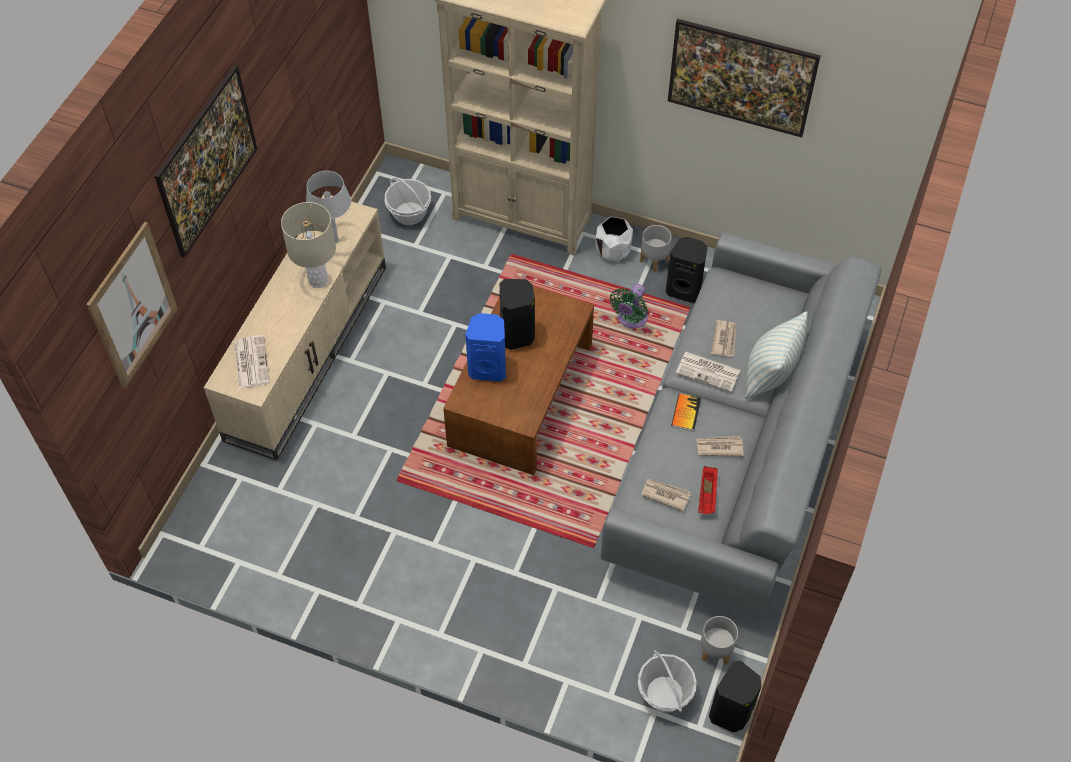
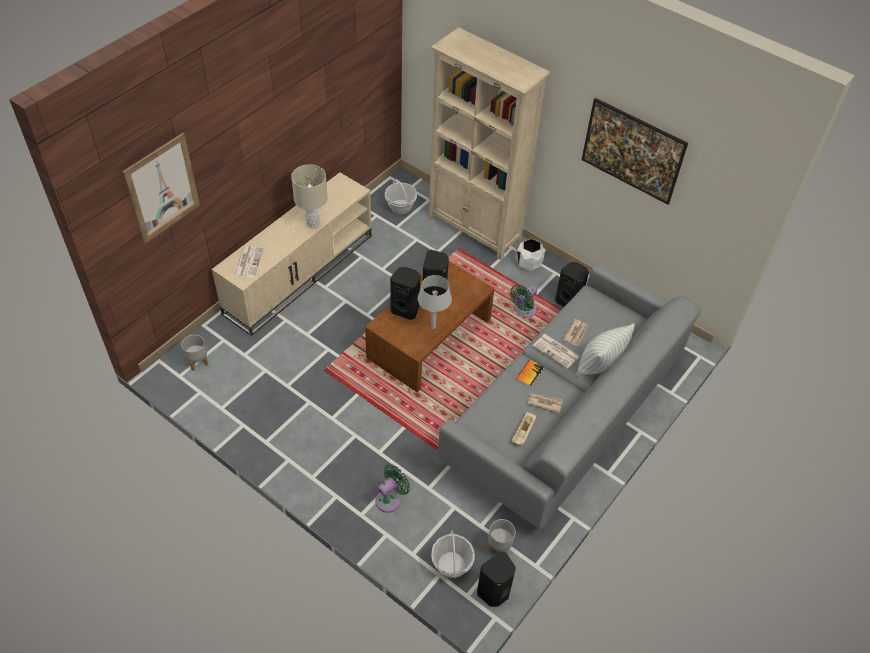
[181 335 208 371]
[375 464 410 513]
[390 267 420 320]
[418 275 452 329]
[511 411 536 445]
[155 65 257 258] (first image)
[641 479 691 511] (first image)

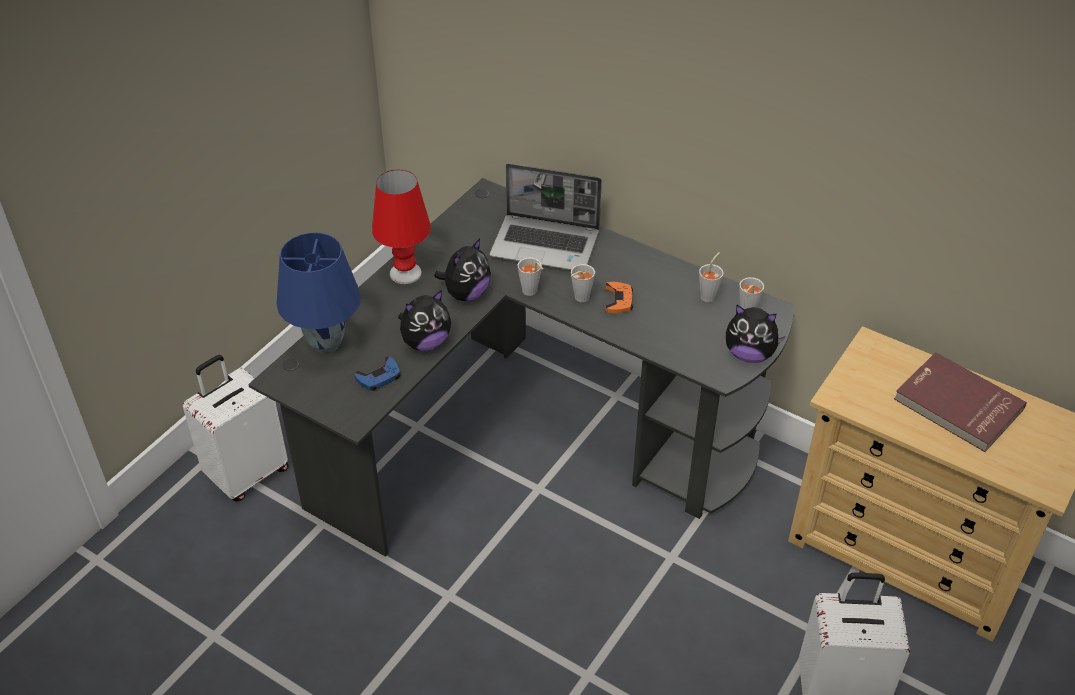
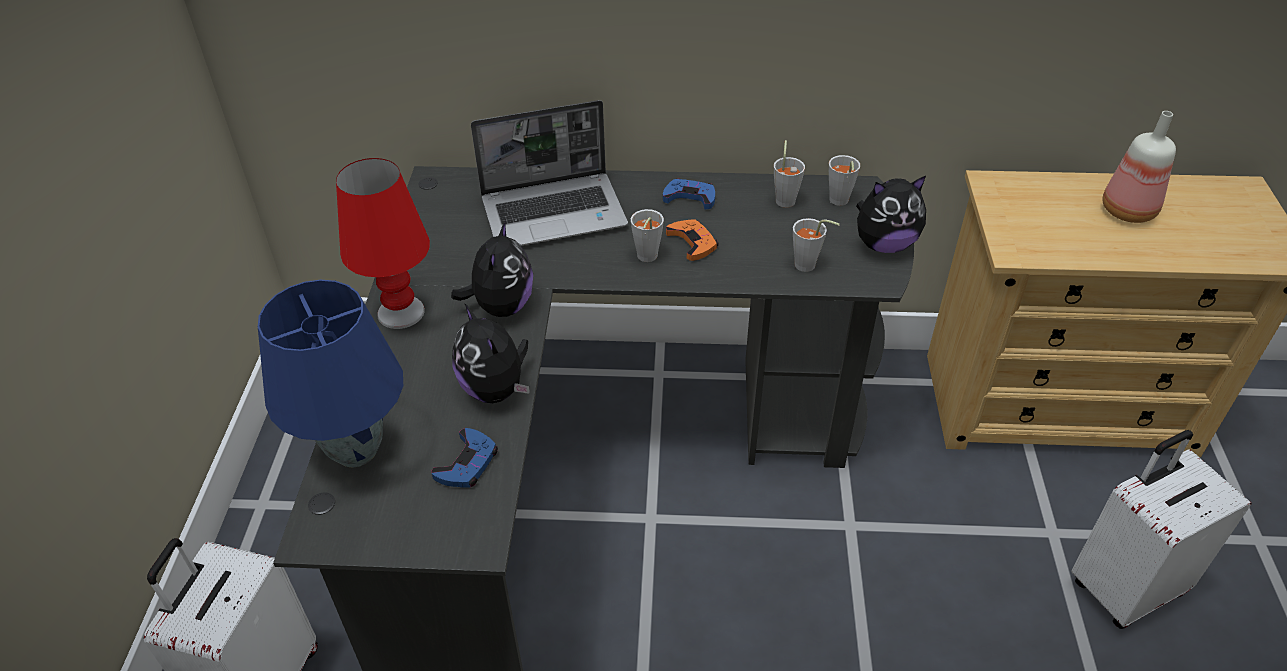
[452 303 530 403]
[663 179 715 209]
[793 218 840 272]
[1102 111 1176 223]

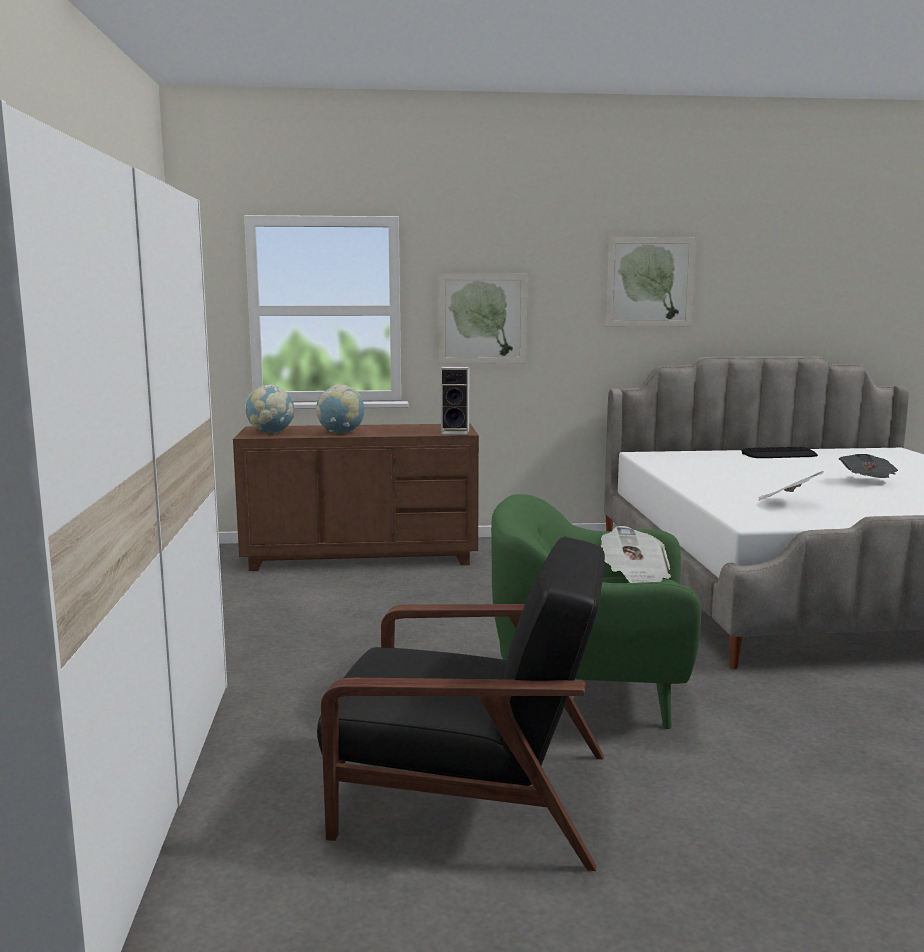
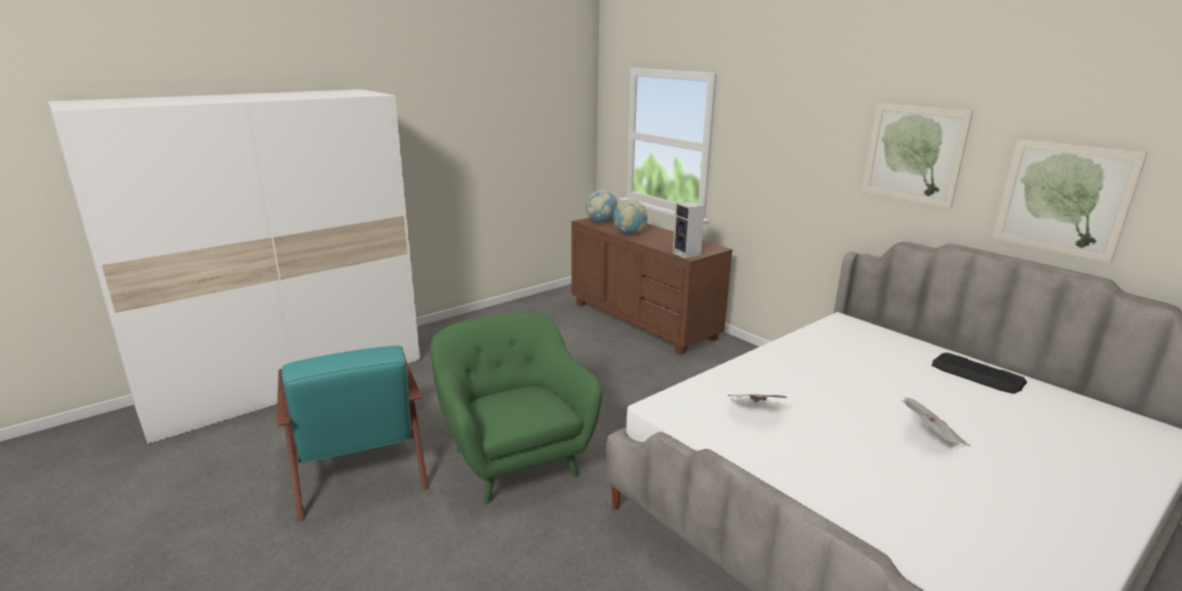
[277 346 429 522]
[993 139 1147 263]
[601 526 671 583] (first image)

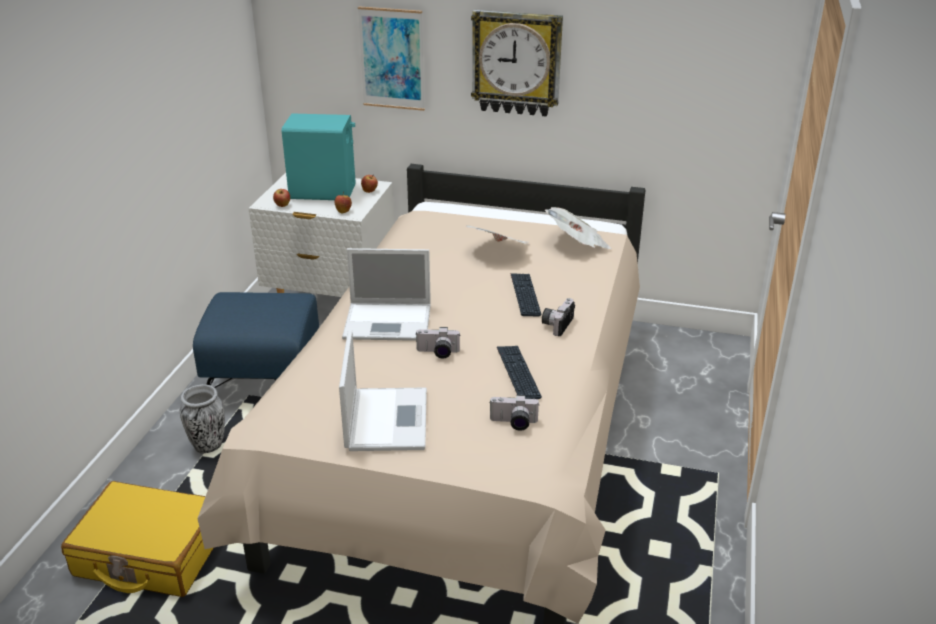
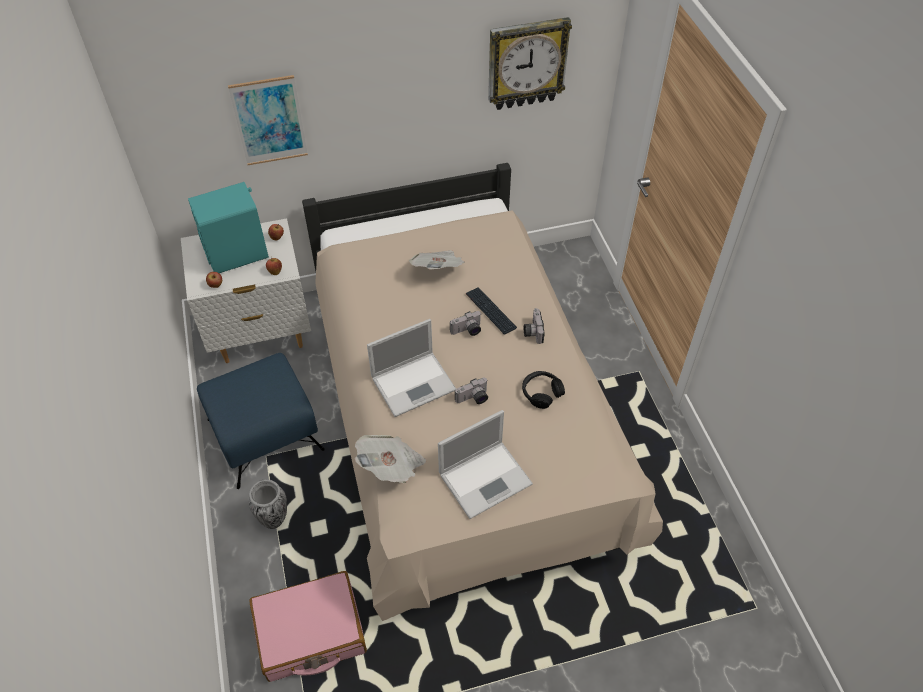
[249 571 367 682]
[354 435 426 483]
[438 410 533 519]
[450 311 481 336]
[488 17 572 110]
[522 371 565 409]

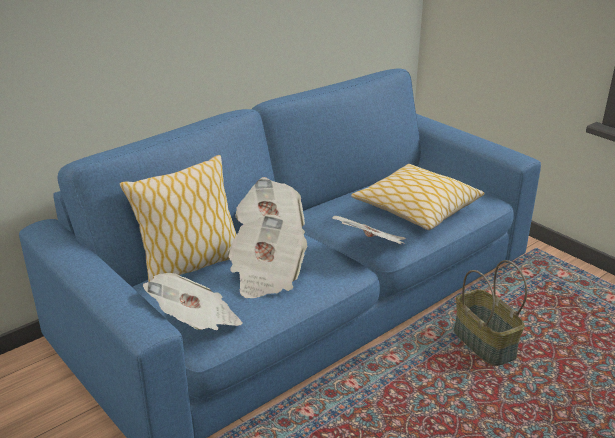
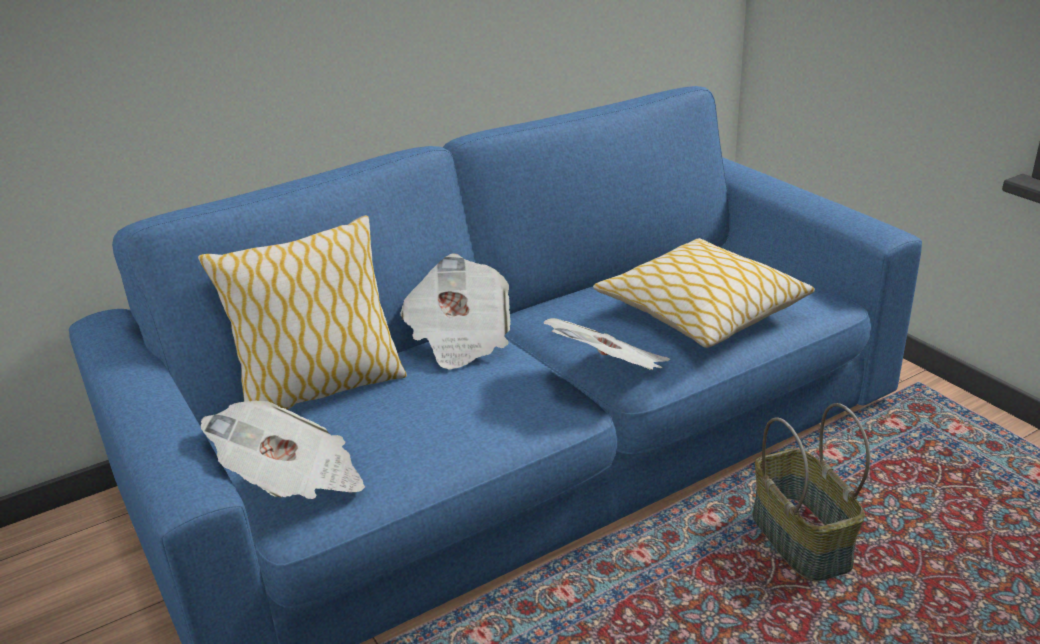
[228 214 307 298] (first image)

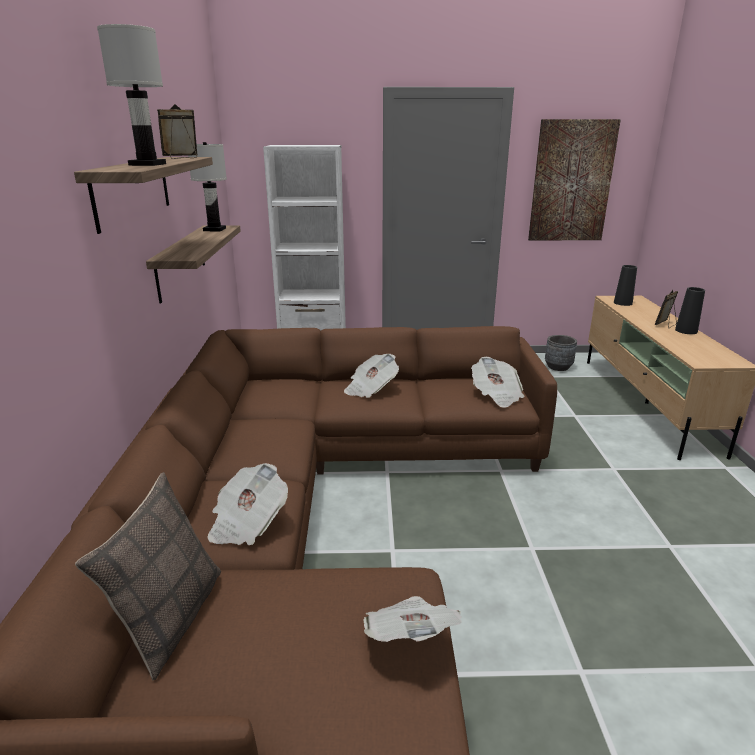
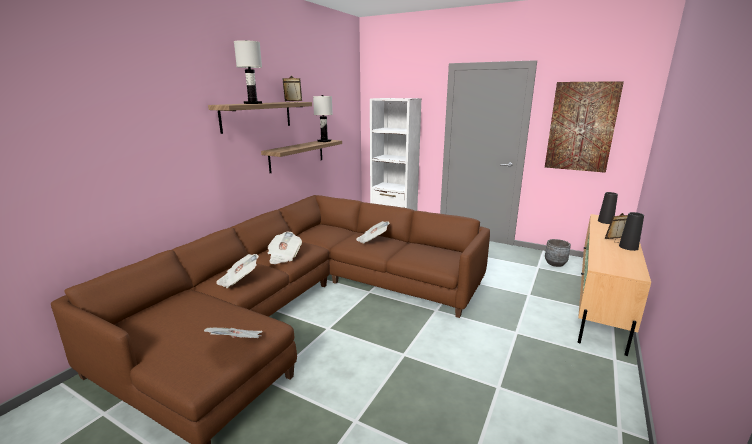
[267 232 302 264]
[75 472 221 681] (first image)

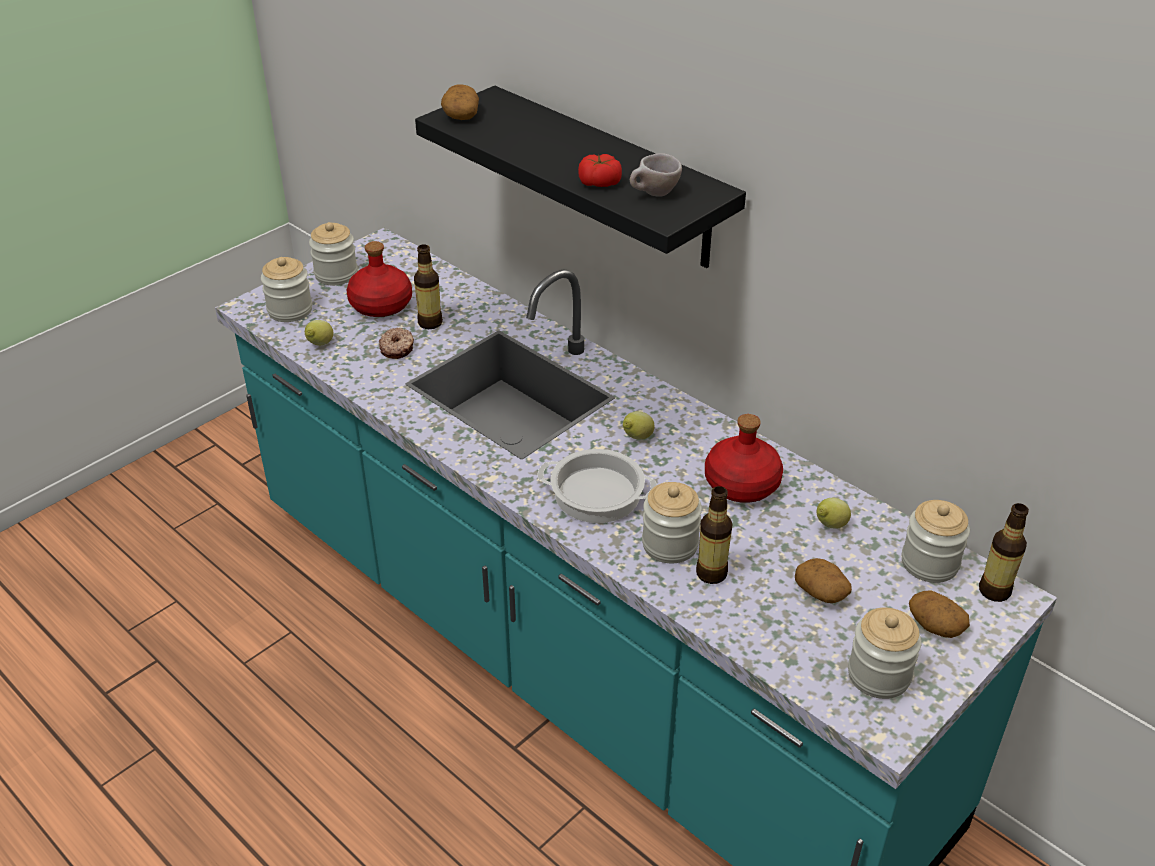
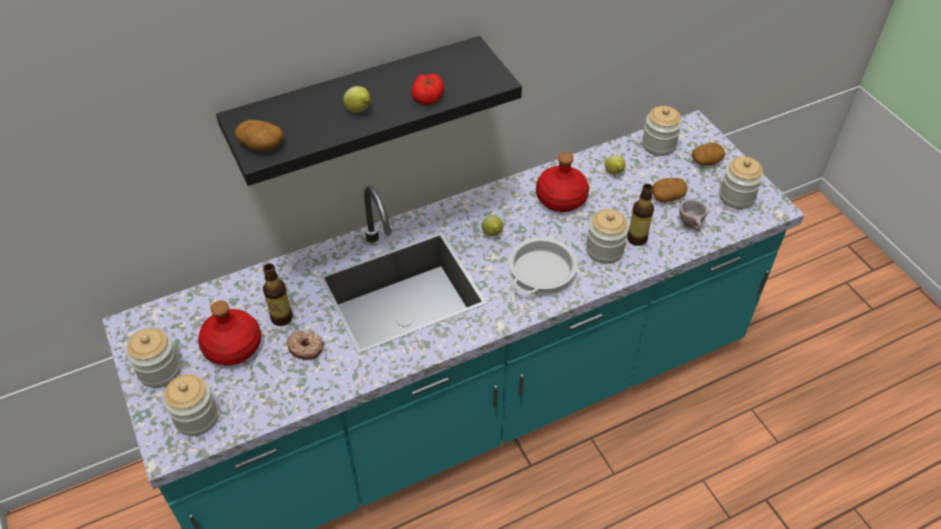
[343 86 370 113]
[679 199 708 232]
[979 503 1029 602] (first image)

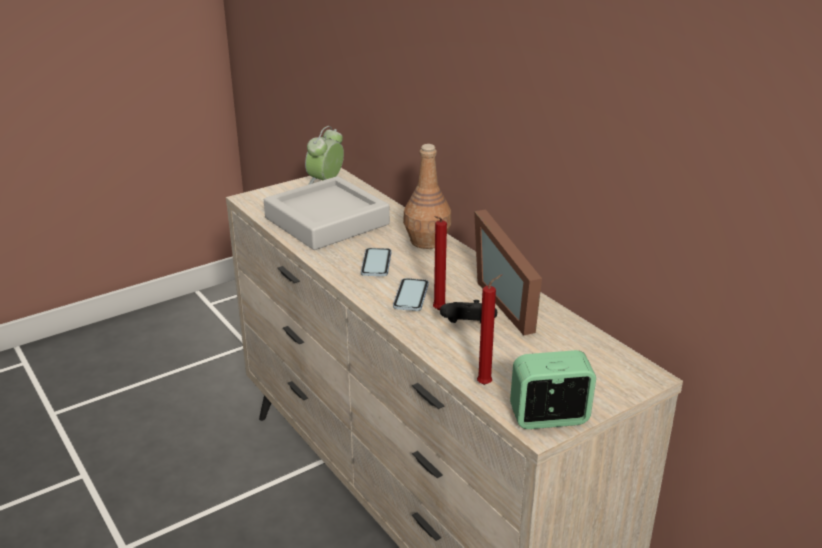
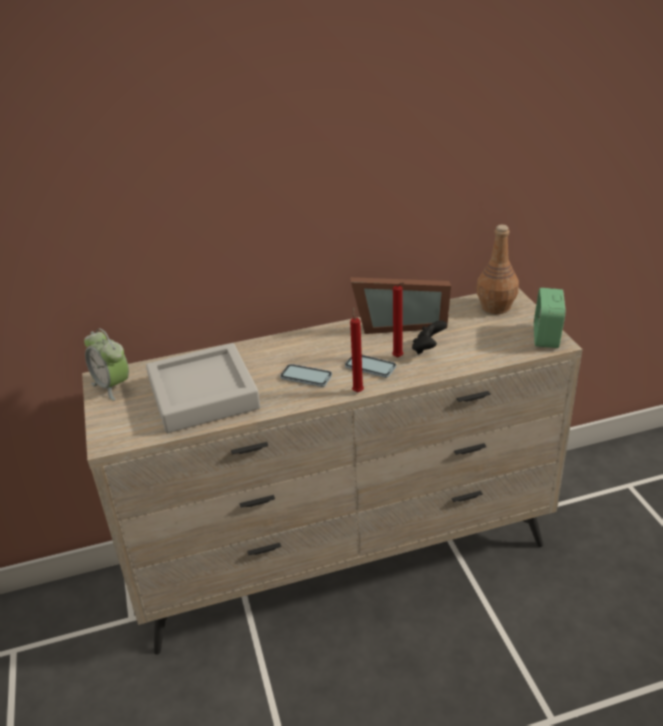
[350 306 364 392]
[476 225 519 314]

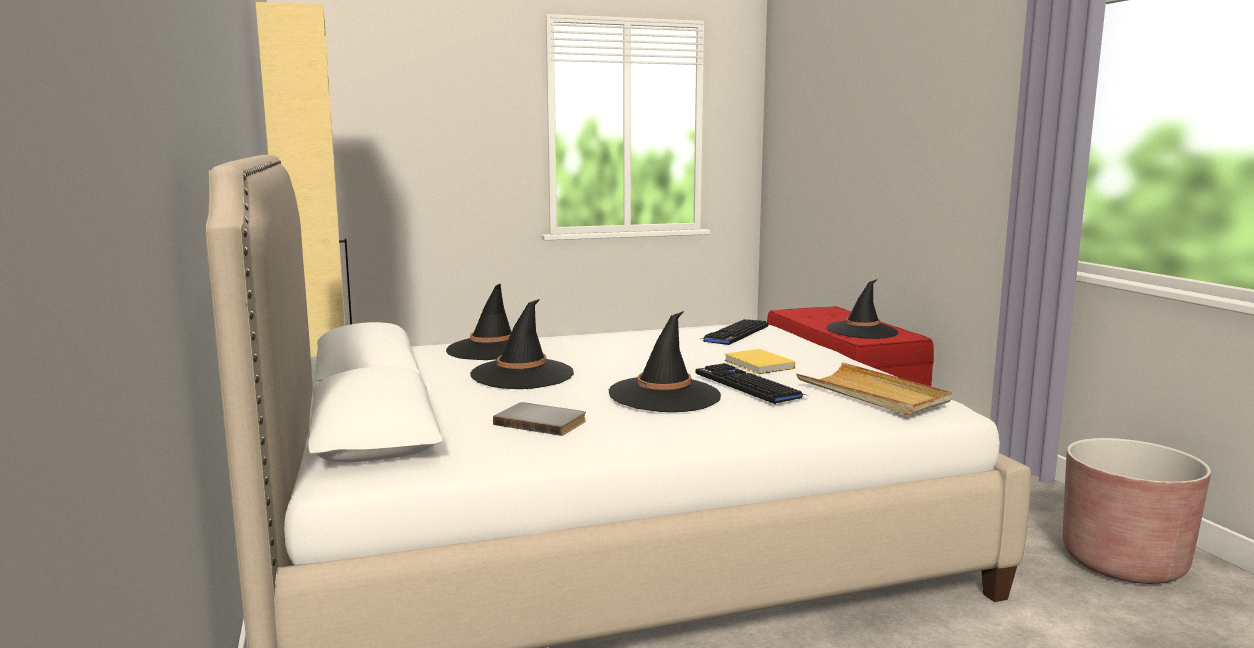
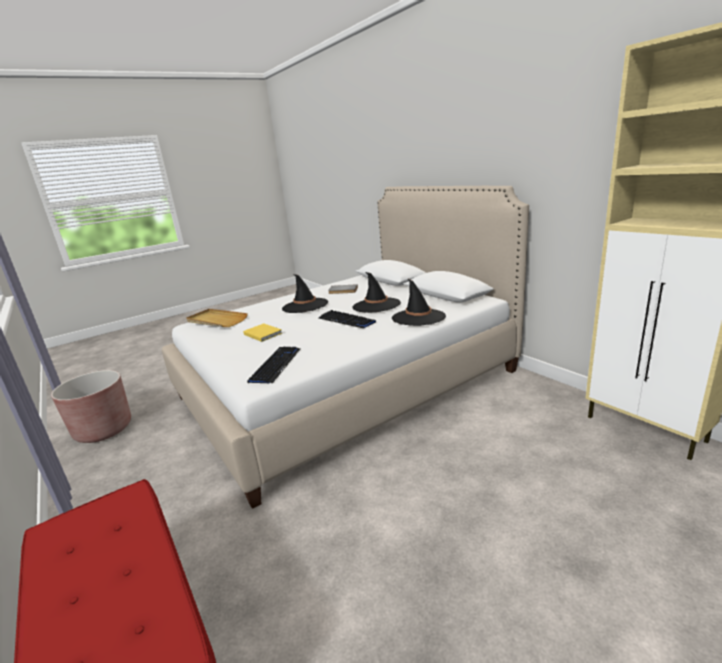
[319 310 376 328]
[827 279 899 339] (first image)

